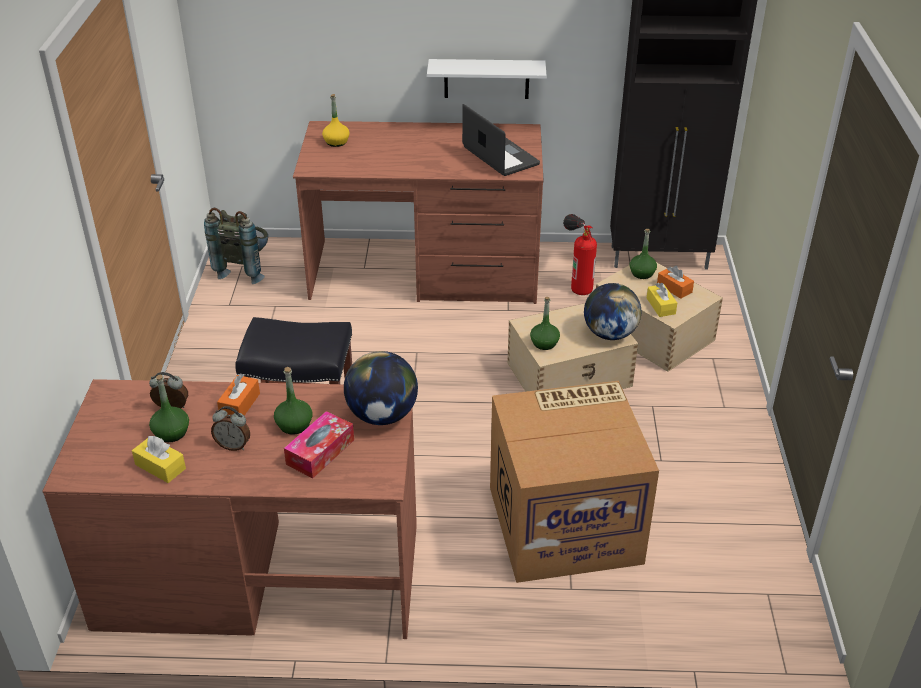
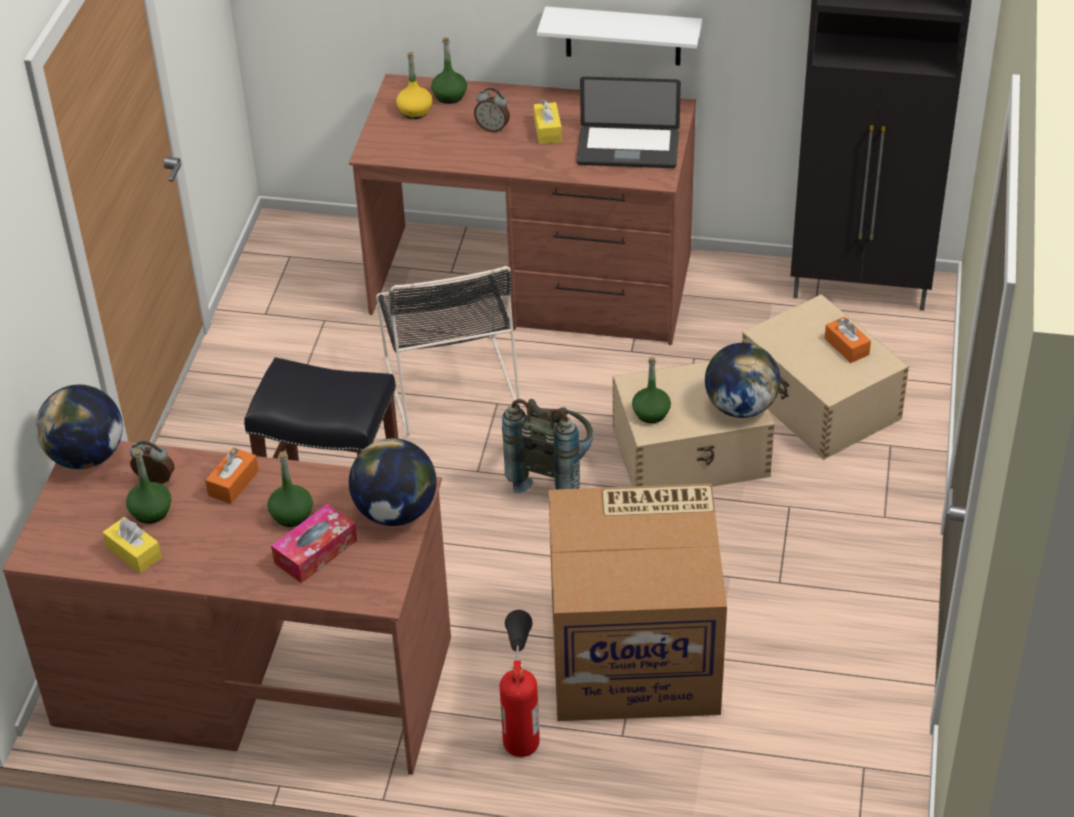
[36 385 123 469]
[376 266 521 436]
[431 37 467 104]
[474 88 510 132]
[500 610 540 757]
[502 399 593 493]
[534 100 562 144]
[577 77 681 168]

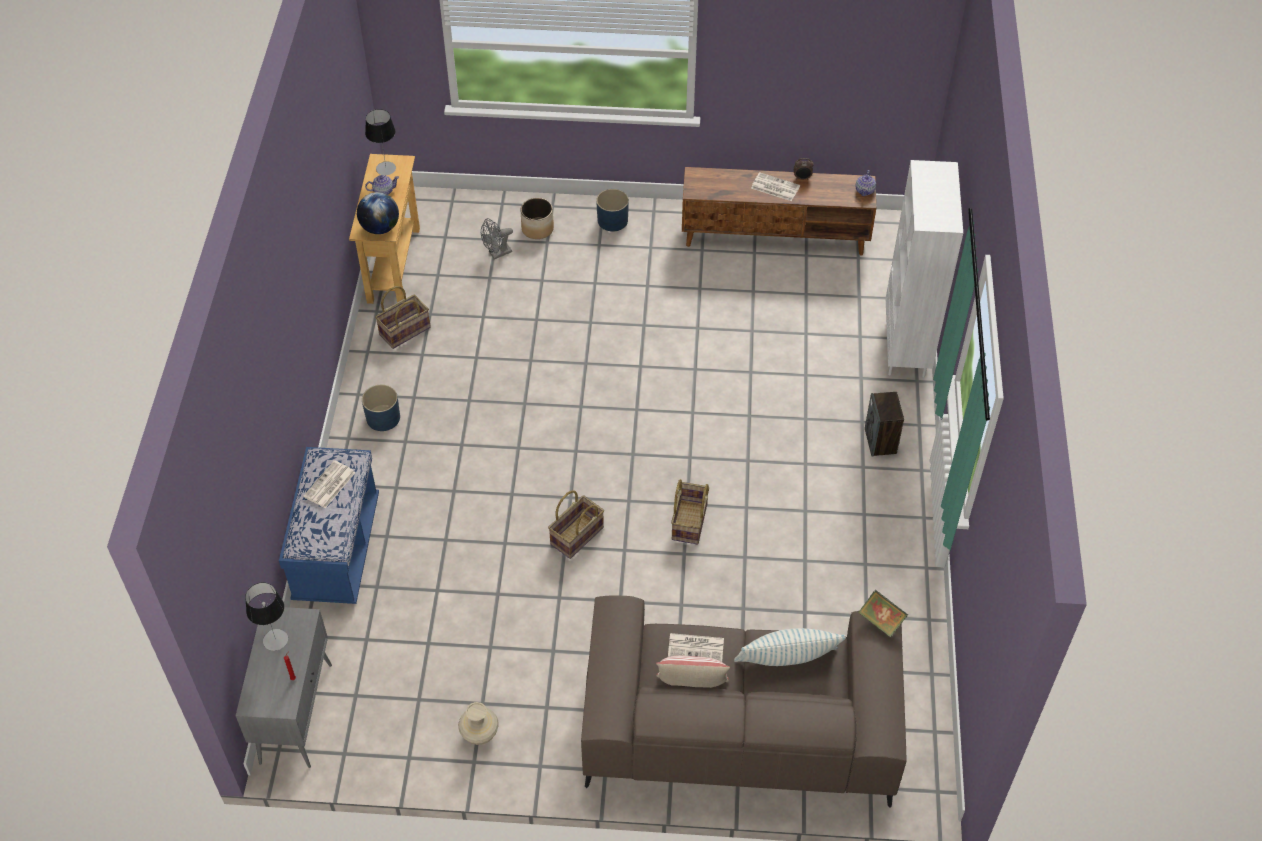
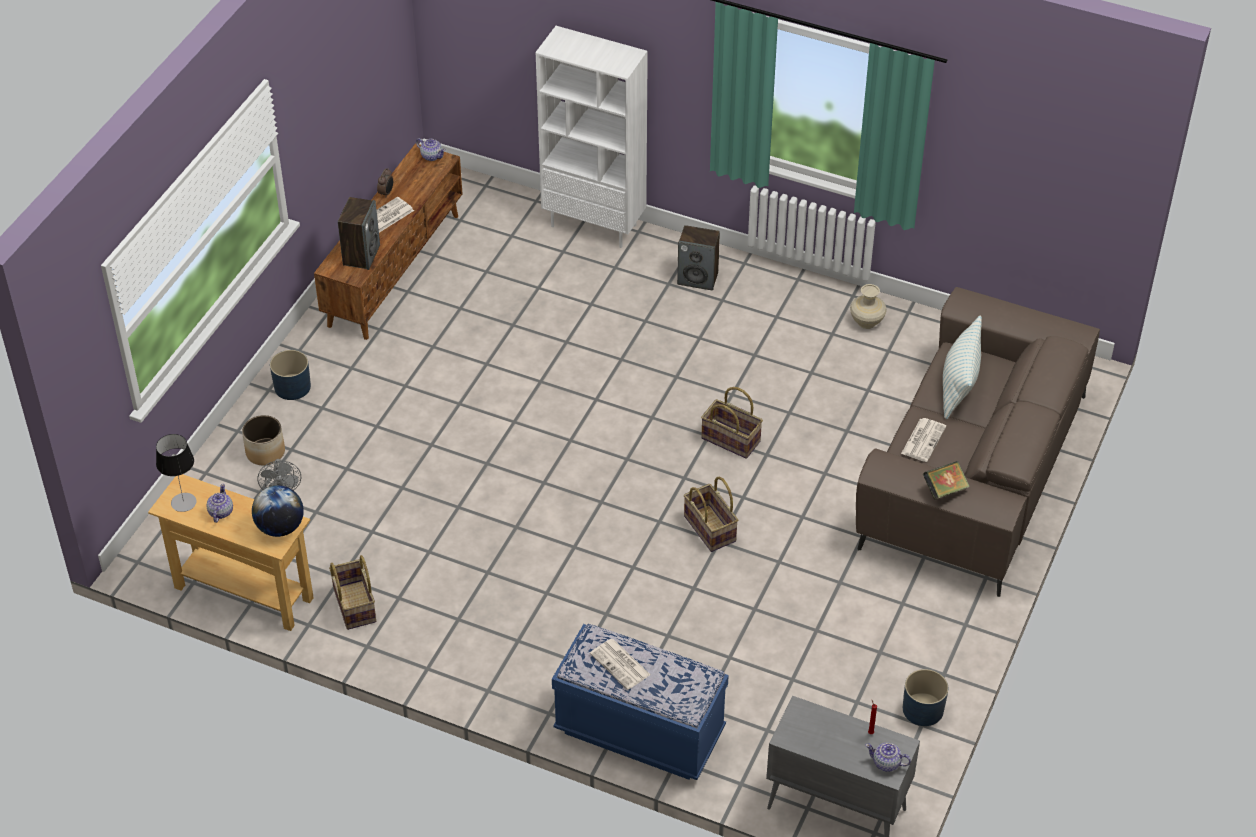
[338 197 380 270]
[850 284 887 329]
[865 743 911 772]
[903 669 948 726]
[923 461 970 500]
[245 582 288 651] (first image)
[656 656 730 688] (first image)

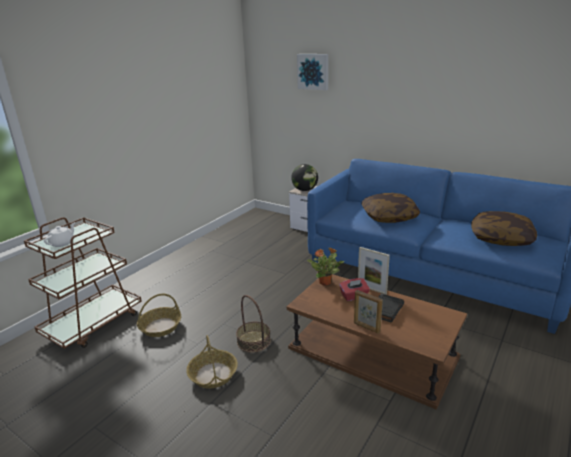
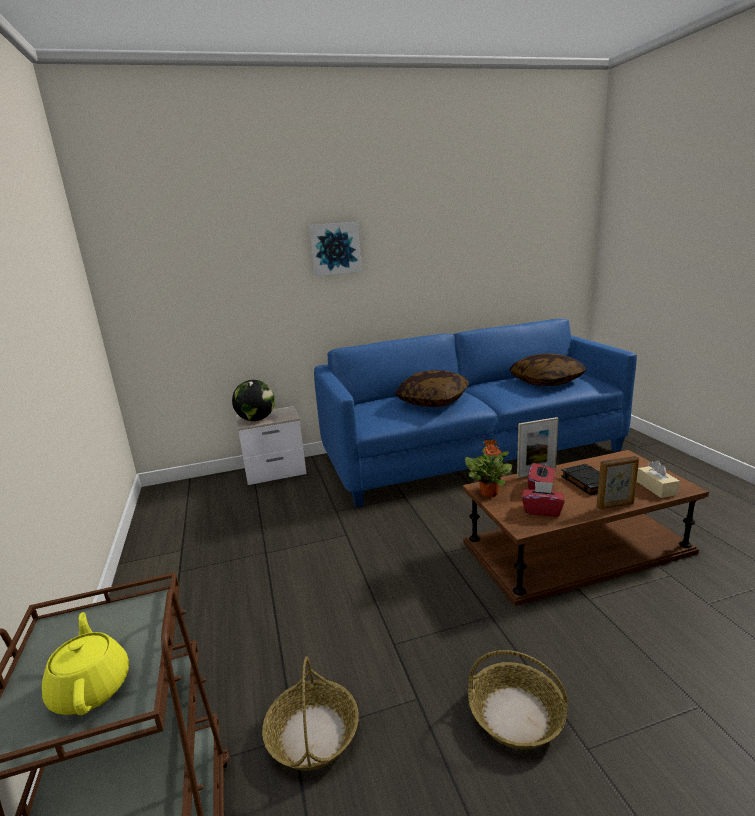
[42 612 129 715]
[309 222 362 276]
[522 481 565 517]
[637 460 680 498]
[236 295 271 352] (first image)

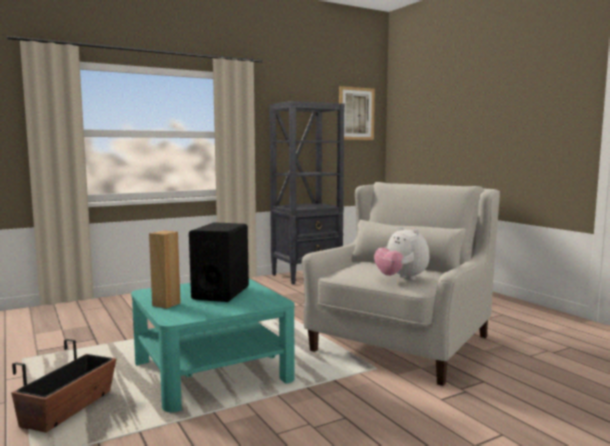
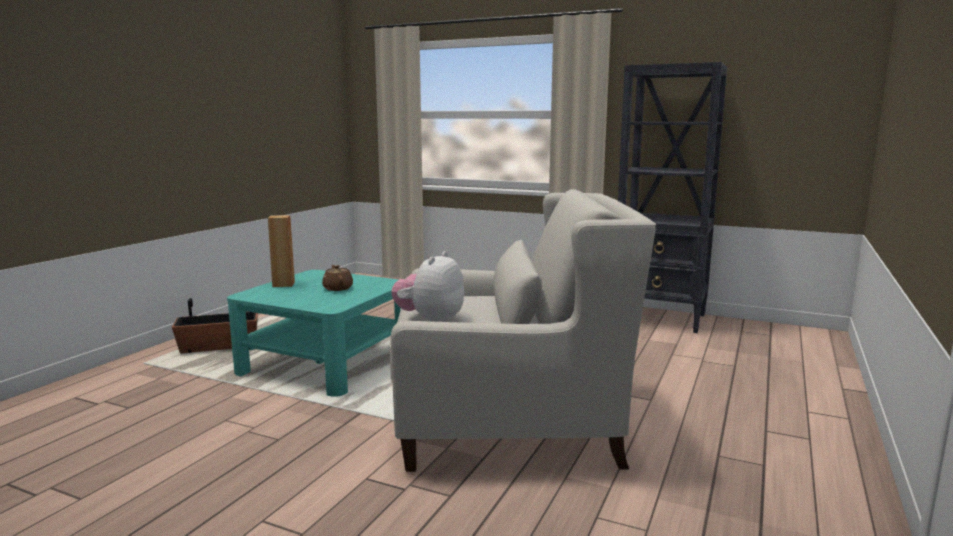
[322 265 353 291]
[339 86 375 140] (first image)

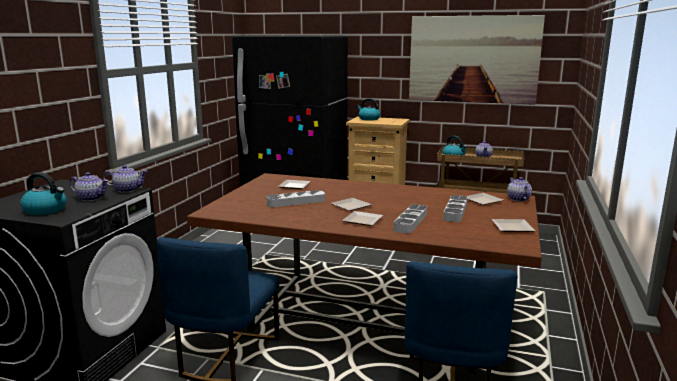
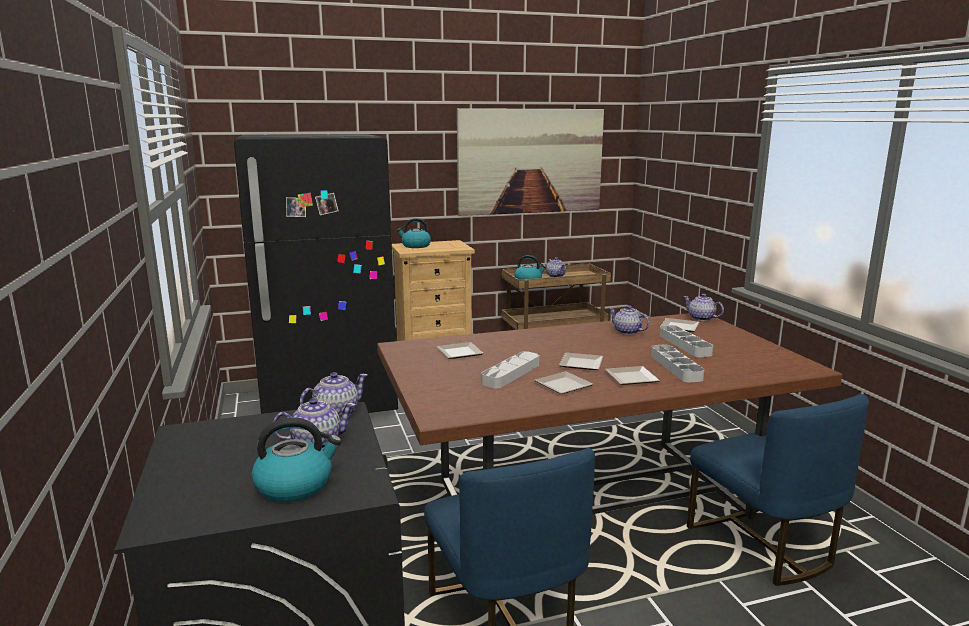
[534 371 594 394]
[609 306 649 335]

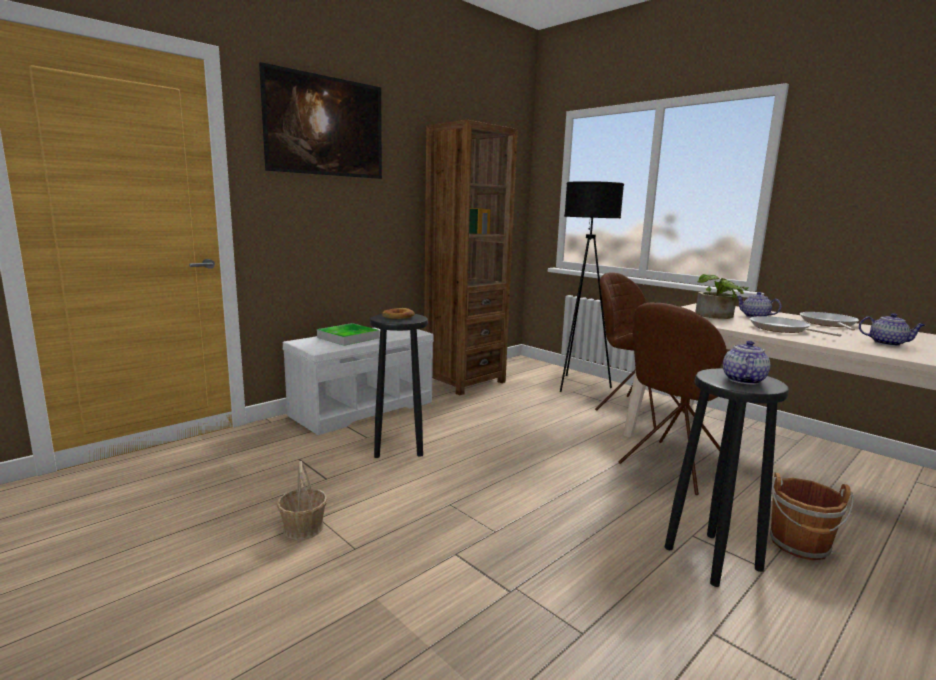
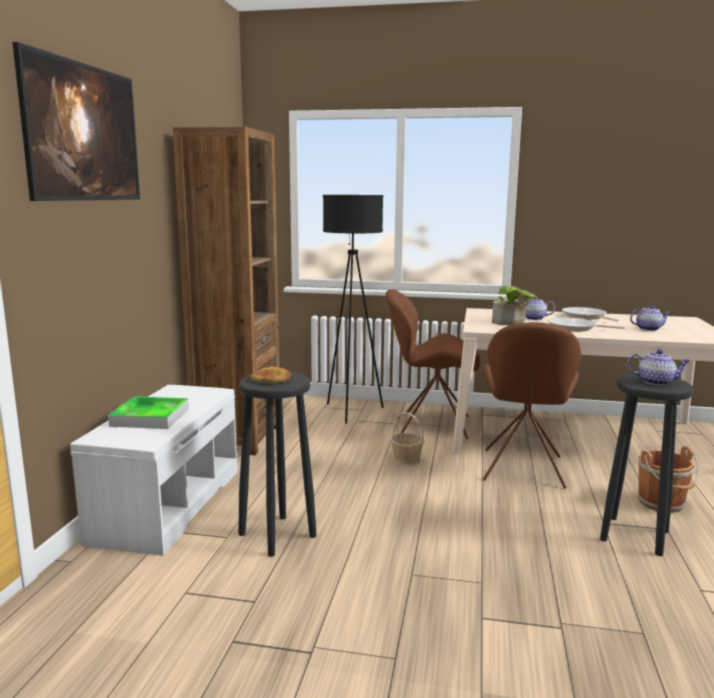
[391 412 424 466]
[627 349 690 385]

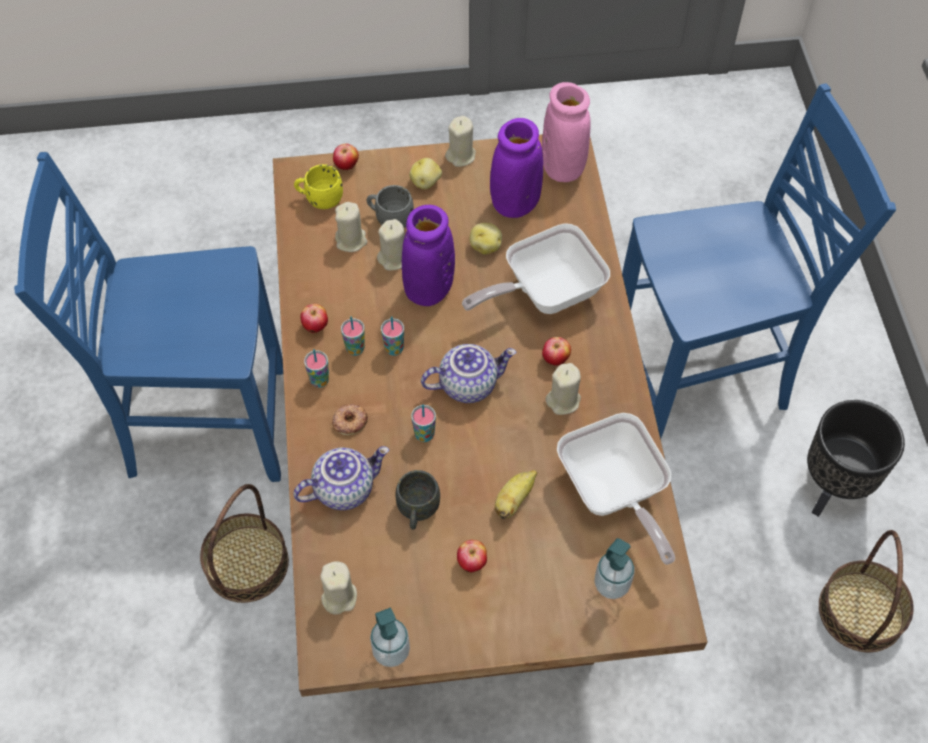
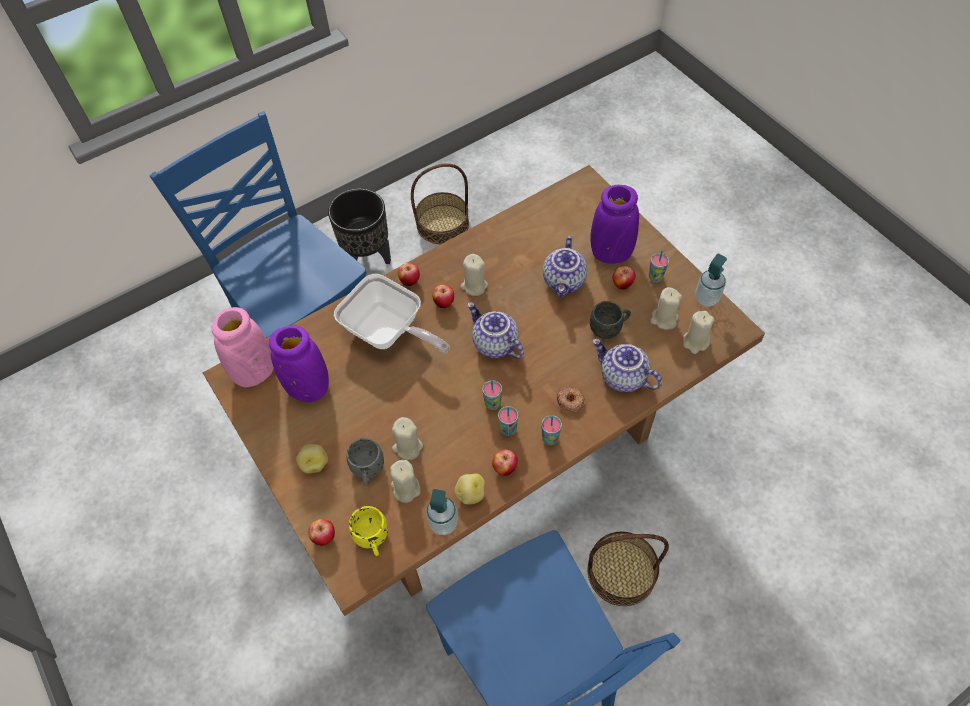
[398 263 420 286]
[426 489 458 535]
[454 473 485 504]
[543 236 587 297]
[590 185 639 264]
[649 250 669 283]
[650 287 682 330]
[557 413 675 565] (first image)

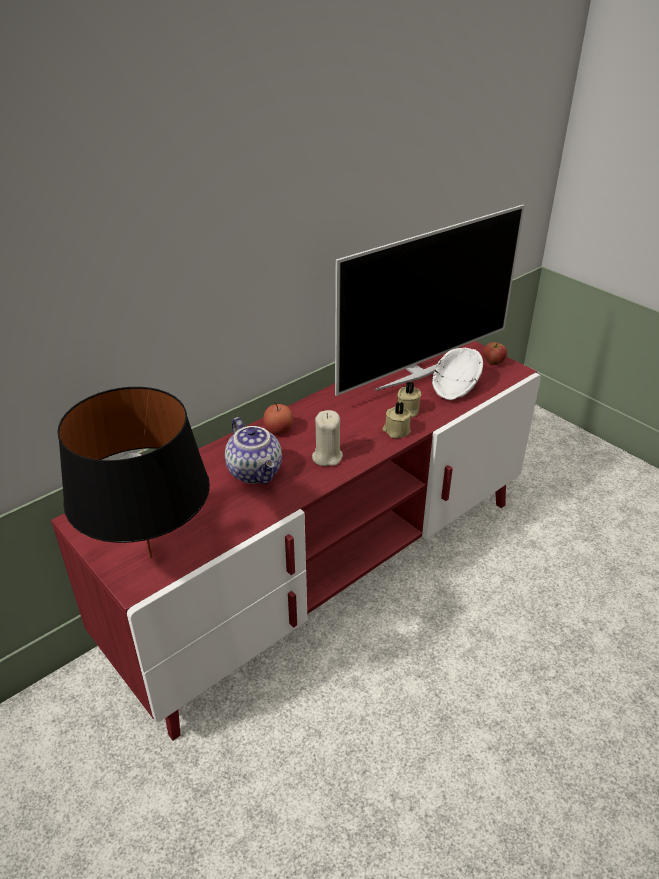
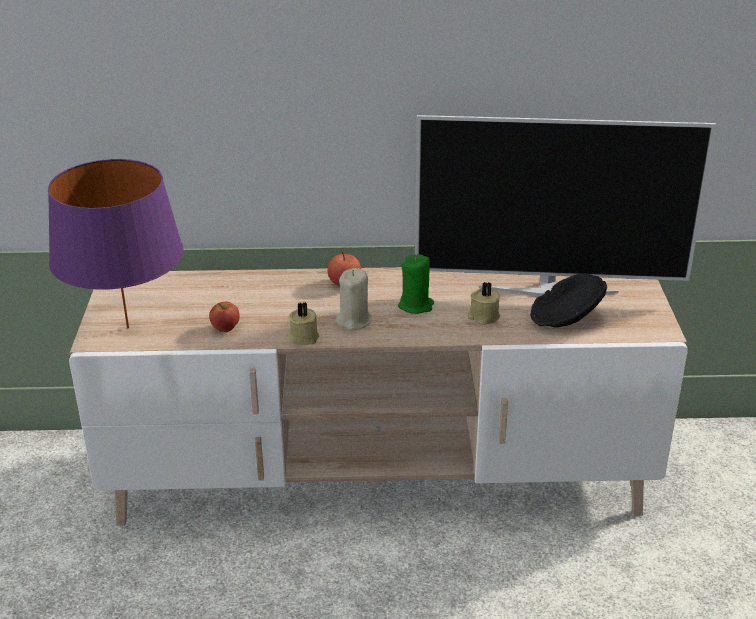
[48 159 184 328]
[69 267 688 526]
[209 302 240 332]
[288 302 319 345]
[398 254 434 314]
[530 274 607 328]
[225 417 282 484] (first image)

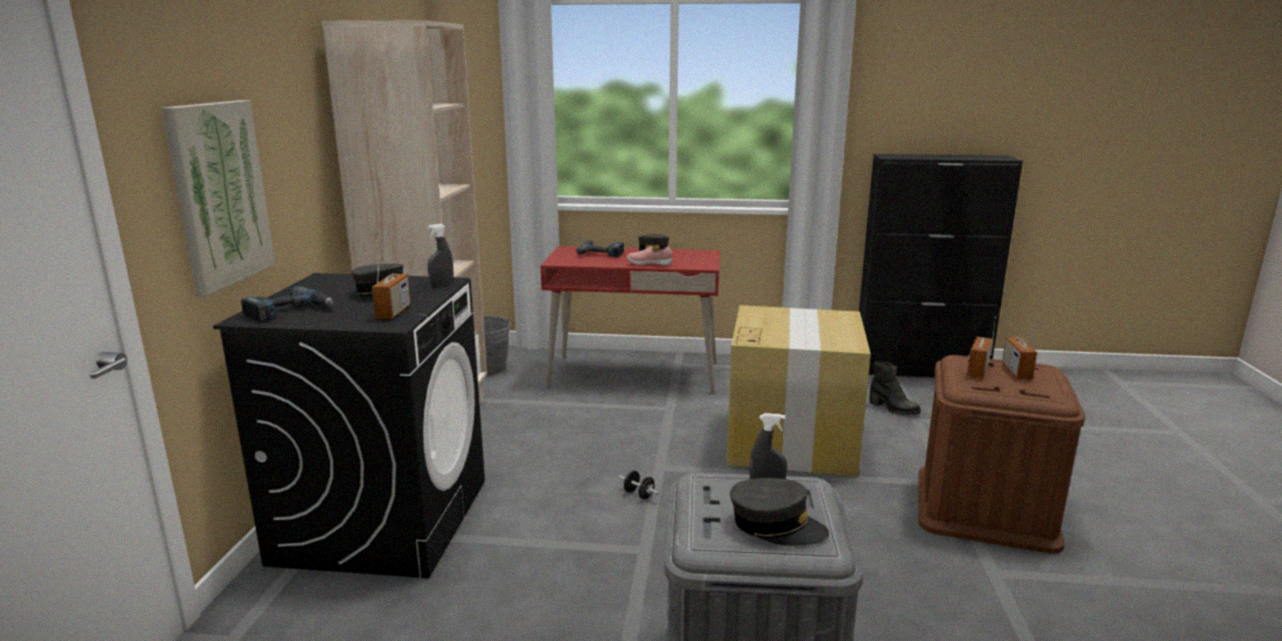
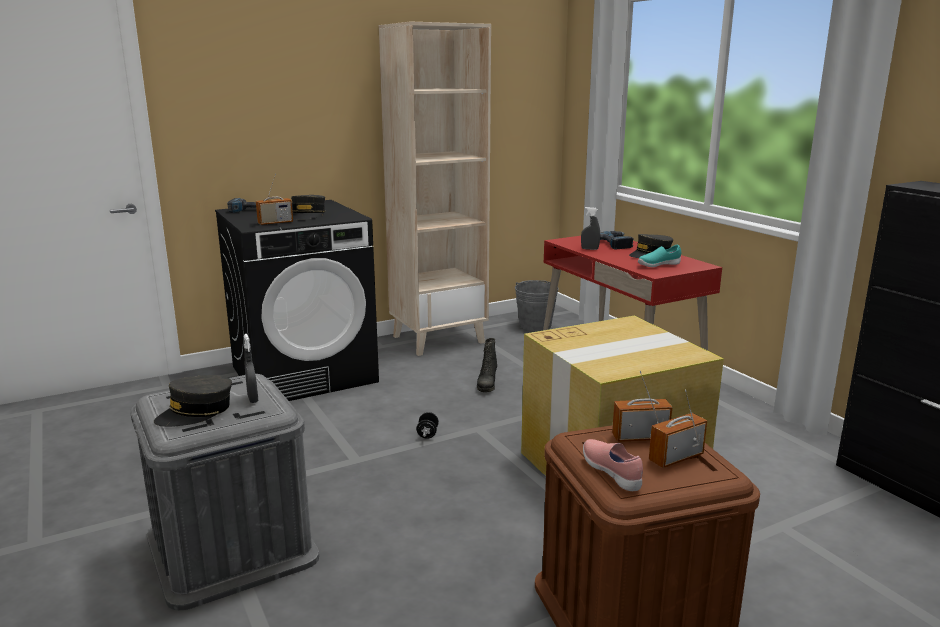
[154 375 232 427]
[477 338 497 392]
[581 207 600 250]
[583 439 643 491]
[638 245 681 267]
[161 100 275 296] (first image)

